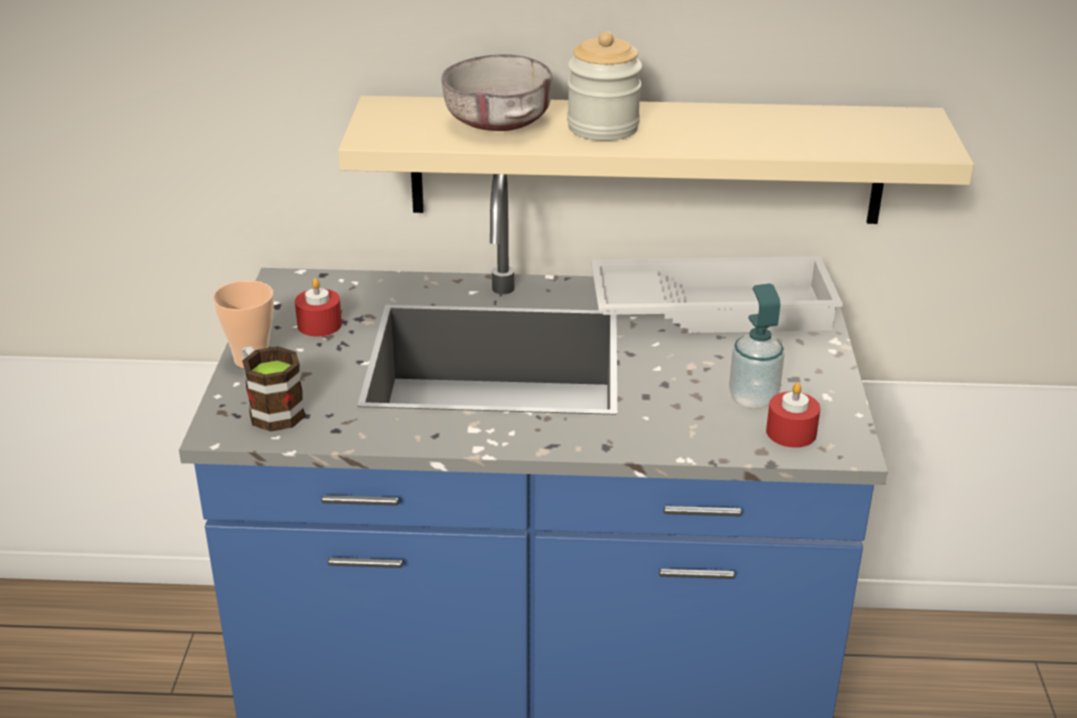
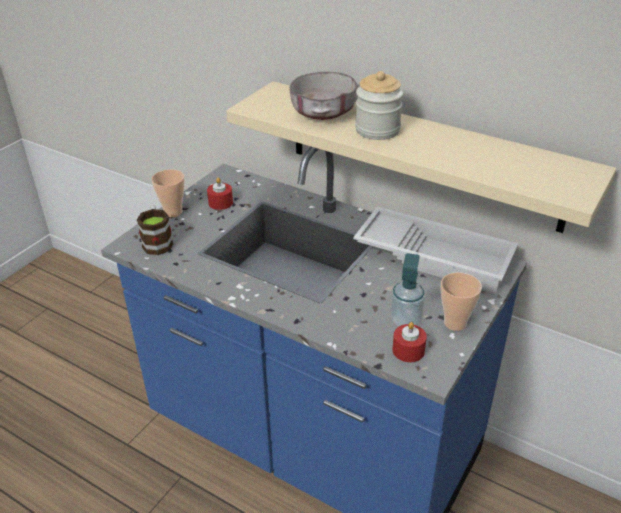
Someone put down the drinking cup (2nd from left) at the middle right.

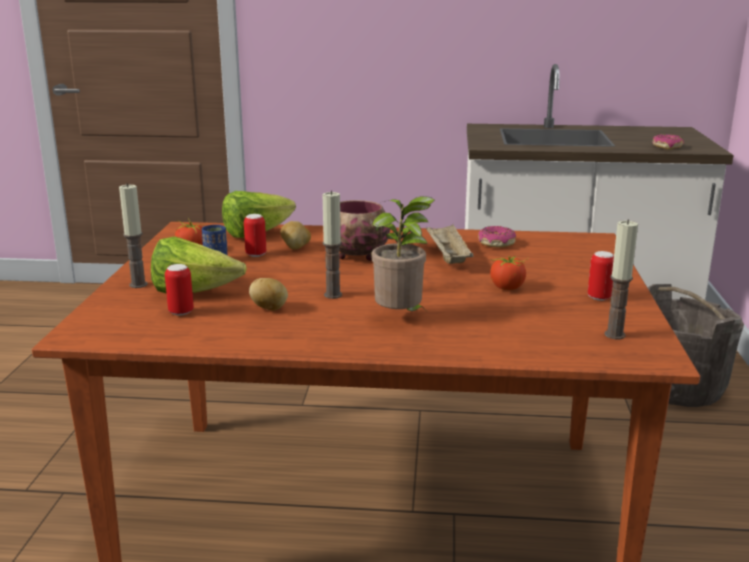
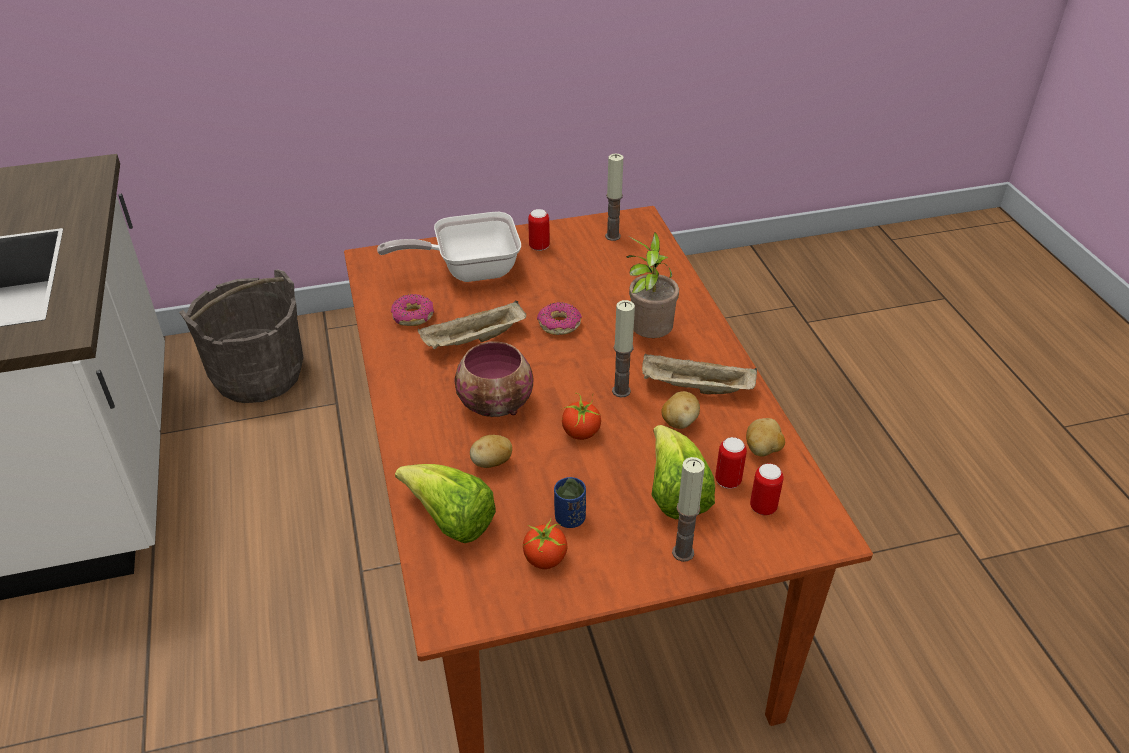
Someone carried the ring doughnut (2nd from left) from the top right to the centre.
Someone carried the sealed can (2nd from left in the first image) from the centre to the middle right.
Someone carried the fresh tomato (2nd from left) from the middle right to the centre.
Someone put down the skillet at the top centre.
Someone put down the sand-coloured serving tray (2nd from left) at the centre.
Someone put down the potato (3rd from left) at the middle right.

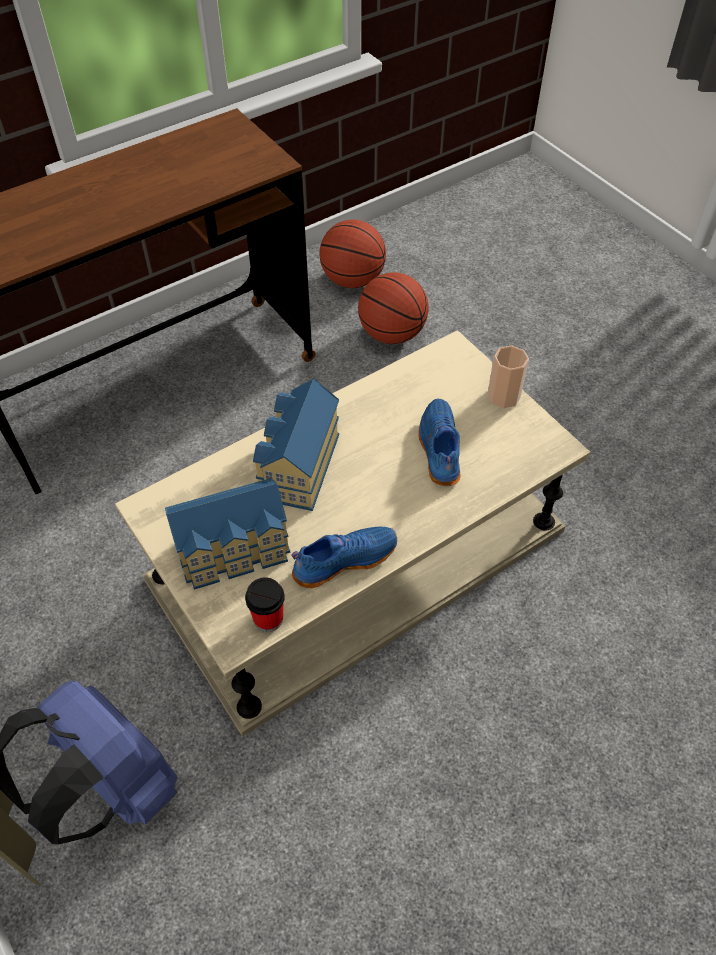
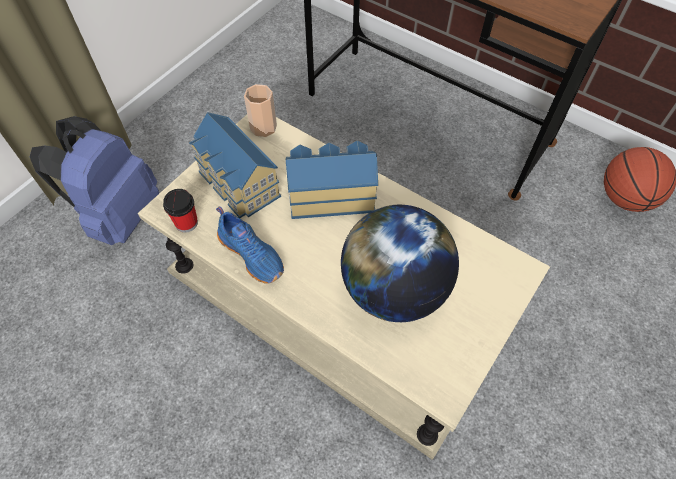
Someone took away the ball for basketball (2nd from left) at the top centre.
Someone carried the drinking cup (2nd from left) from the middle right to the top centre.
Someone swapped the bluish shoe (2nd from left) at the centre for the globe at the centre.

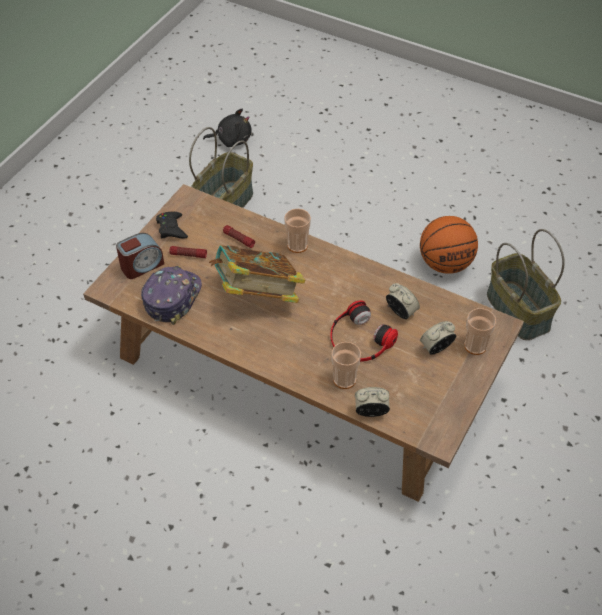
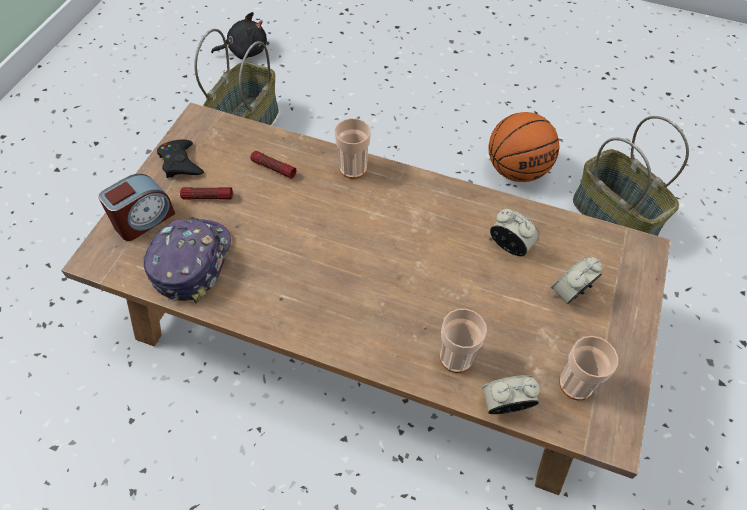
Someone took away the book at the centre.
Someone took away the headphones at the centre.
Someone carried the drinking cup (3rd from left) from the middle right to the bottom right.

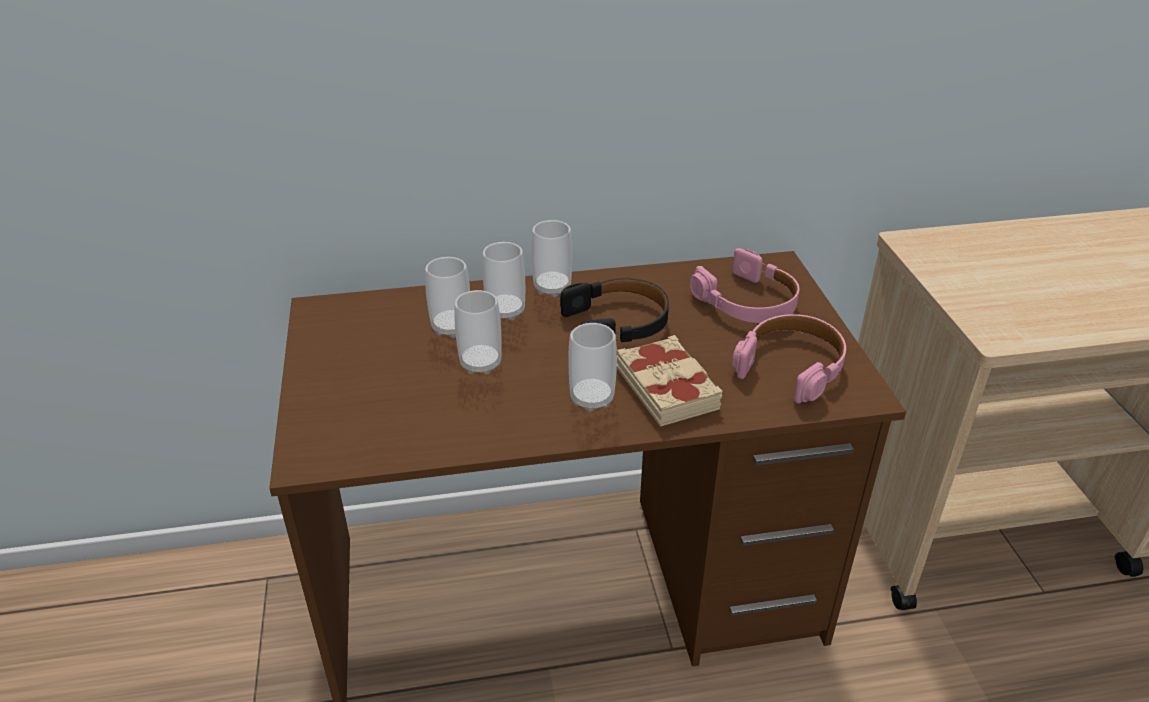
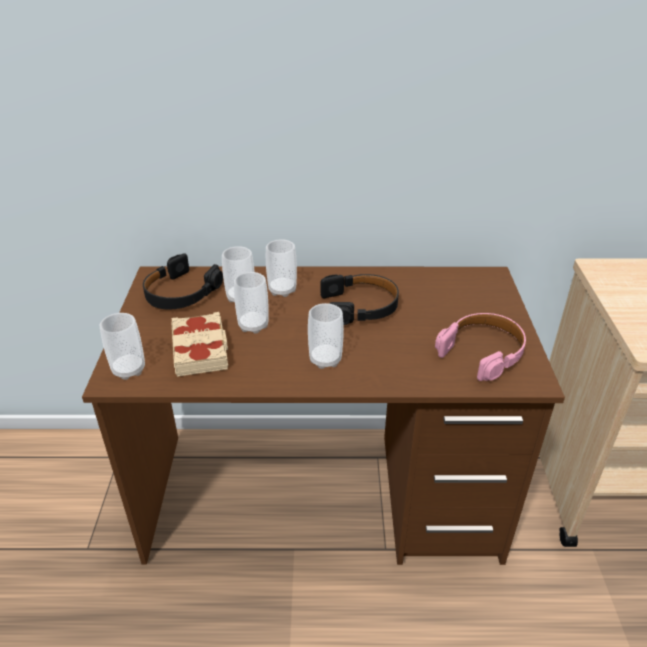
Someone carried the drinking cup (4th from left in the first image) from the centre to the middle left.
Someone took away the pinkish headphones (1st from left) at the centre.
Someone carried the sand-coloured book from the centre to the middle left.
Someone put down the black-coloured headphones (1st from left) at the middle left.

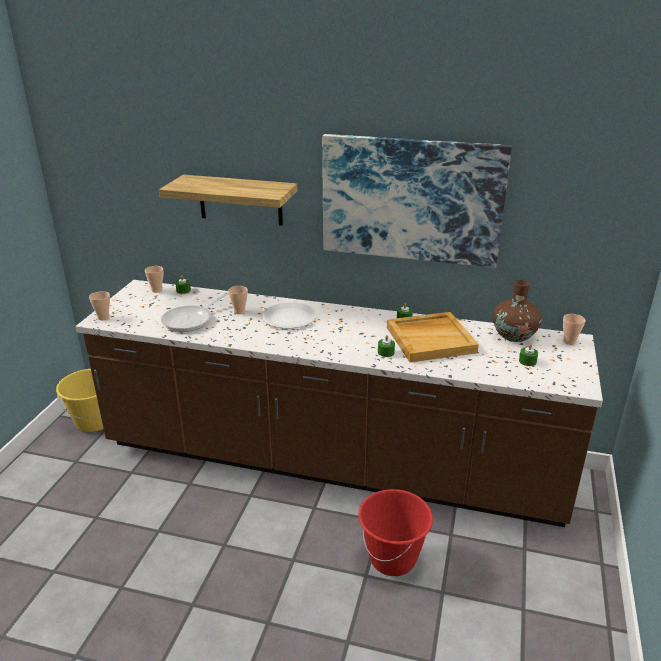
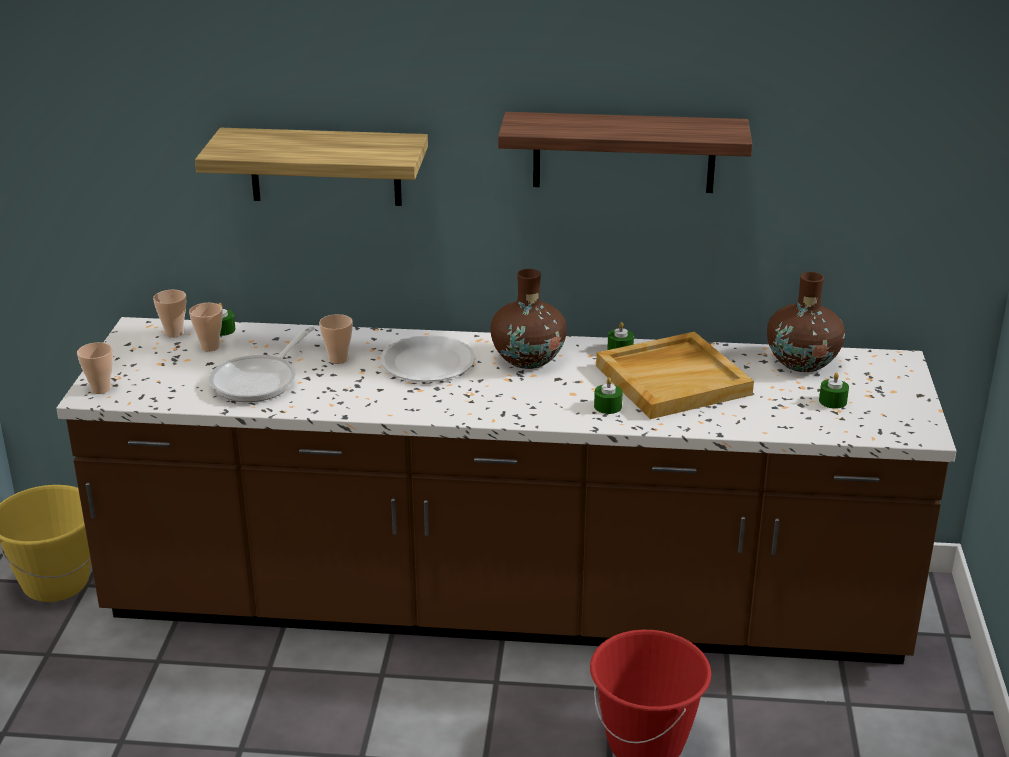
Someone swapped the wall art at the top centre for the shelf (2nd from left) at the top centre.
Someone carried the drinking cup (4th from left in the first image) from the middle right to the middle left.
Someone put down the brown decorative vase (1st from left) at the centre.

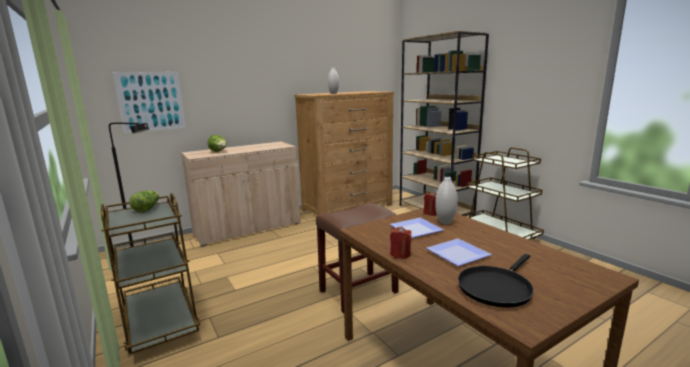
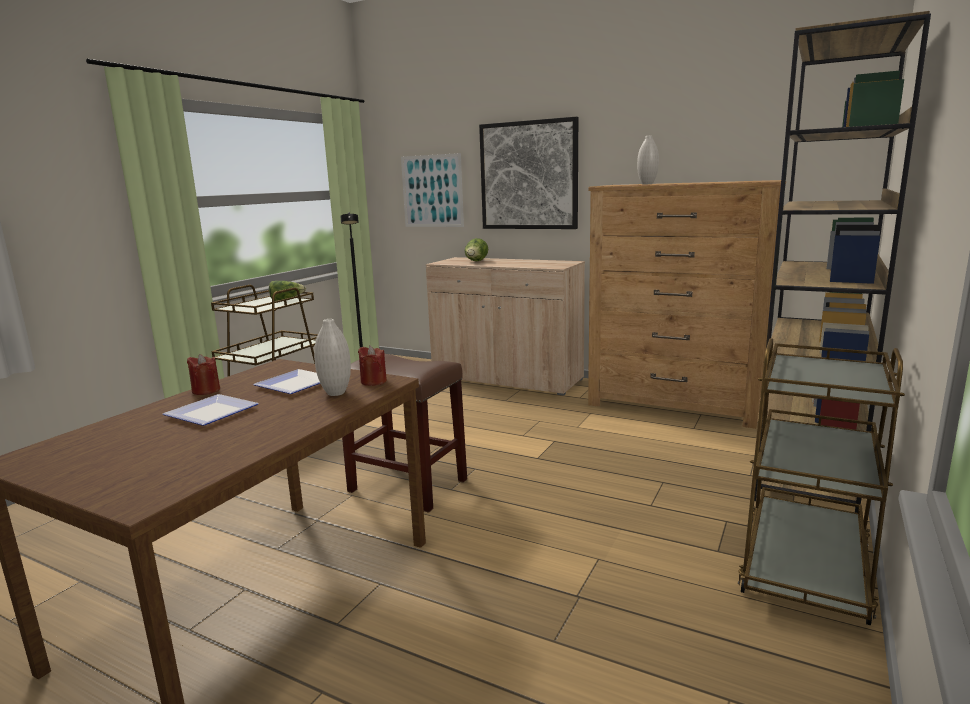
Someone took away the black-coloured skillet at the bottom right.
Someone put up the wall art (2nd from left) at the top centre.

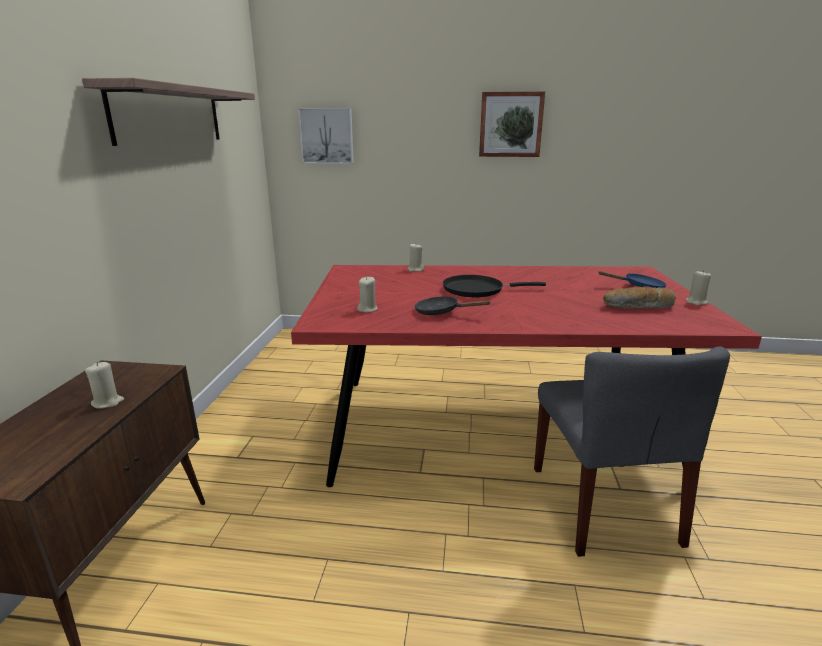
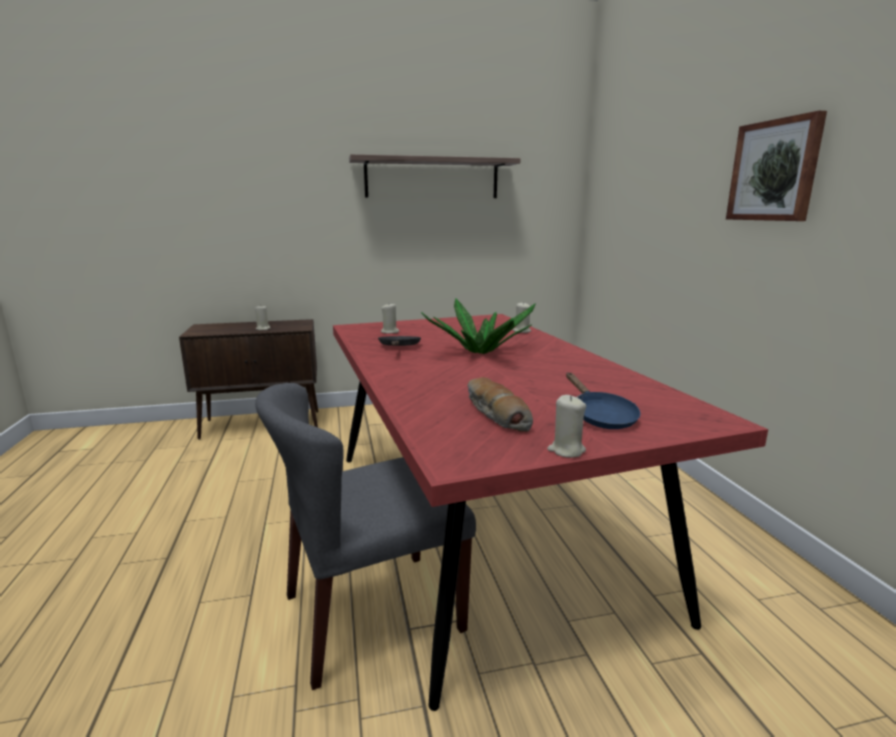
Someone took away the wall art (1st from left) at the top centre.
Someone swapped the black-coloured skillet (2nd from left) at the centre for the potted plant at the centre.

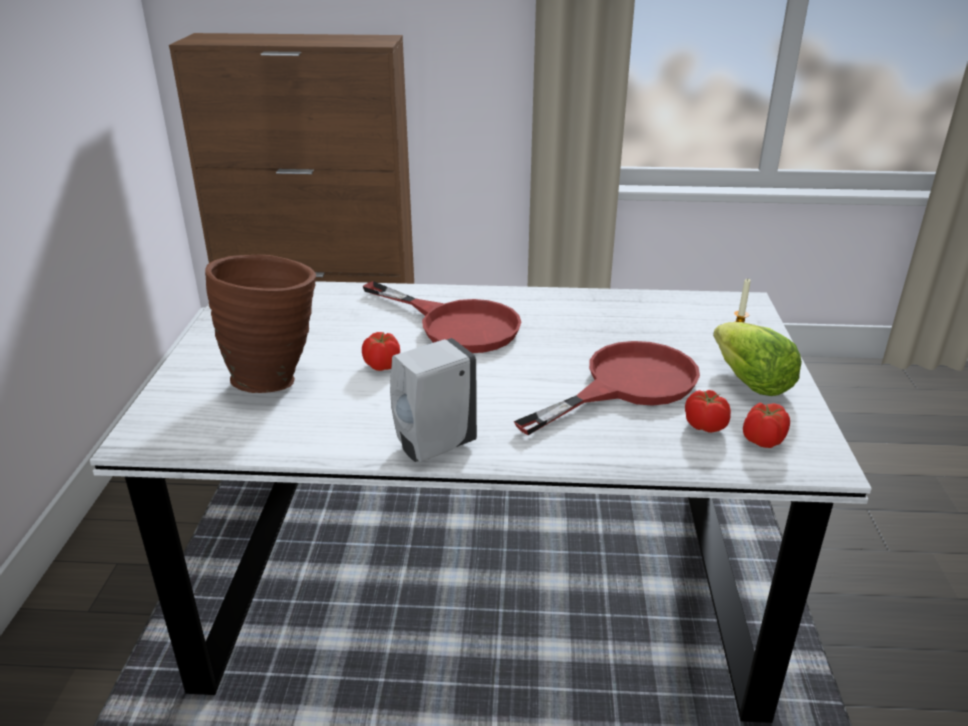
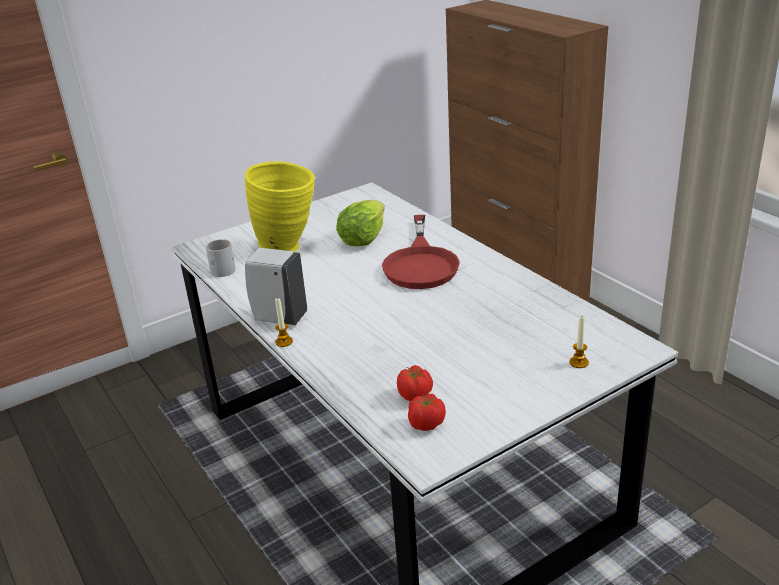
Someone repainted the brown decorative vase at the middle left, which became the yellow-coloured decorative vase at the centre.
Someone carried the lettuce from the middle right to the centre.
Someone took away the fresh tomato (1st from left) at the centre.
Someone took away the red-coloured skillet (2nd from left) at the centre.
Someone put down the white-coloured mug at the middle left.
Someone put down the wax light (1st from left) at the centre.

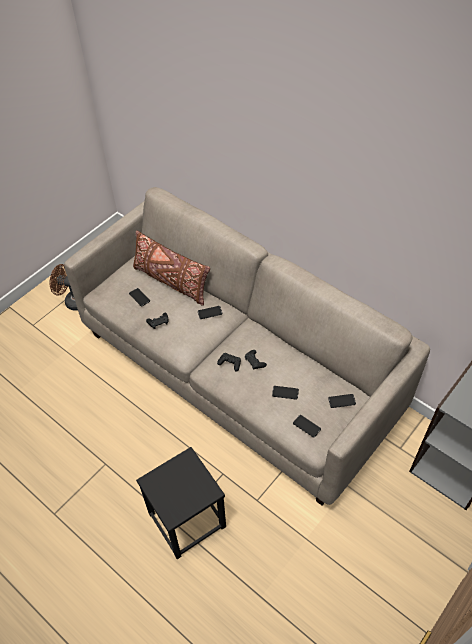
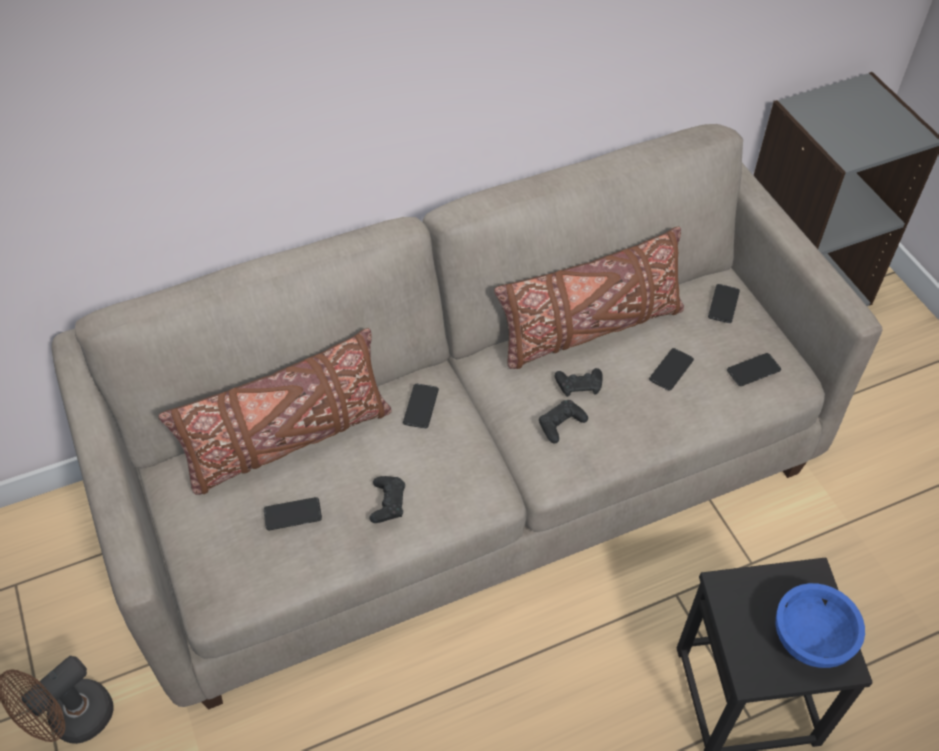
Someone put down the brown pillow (2nd from left) at the centre.
Someone put down the bluish bowl at the bottom right.

